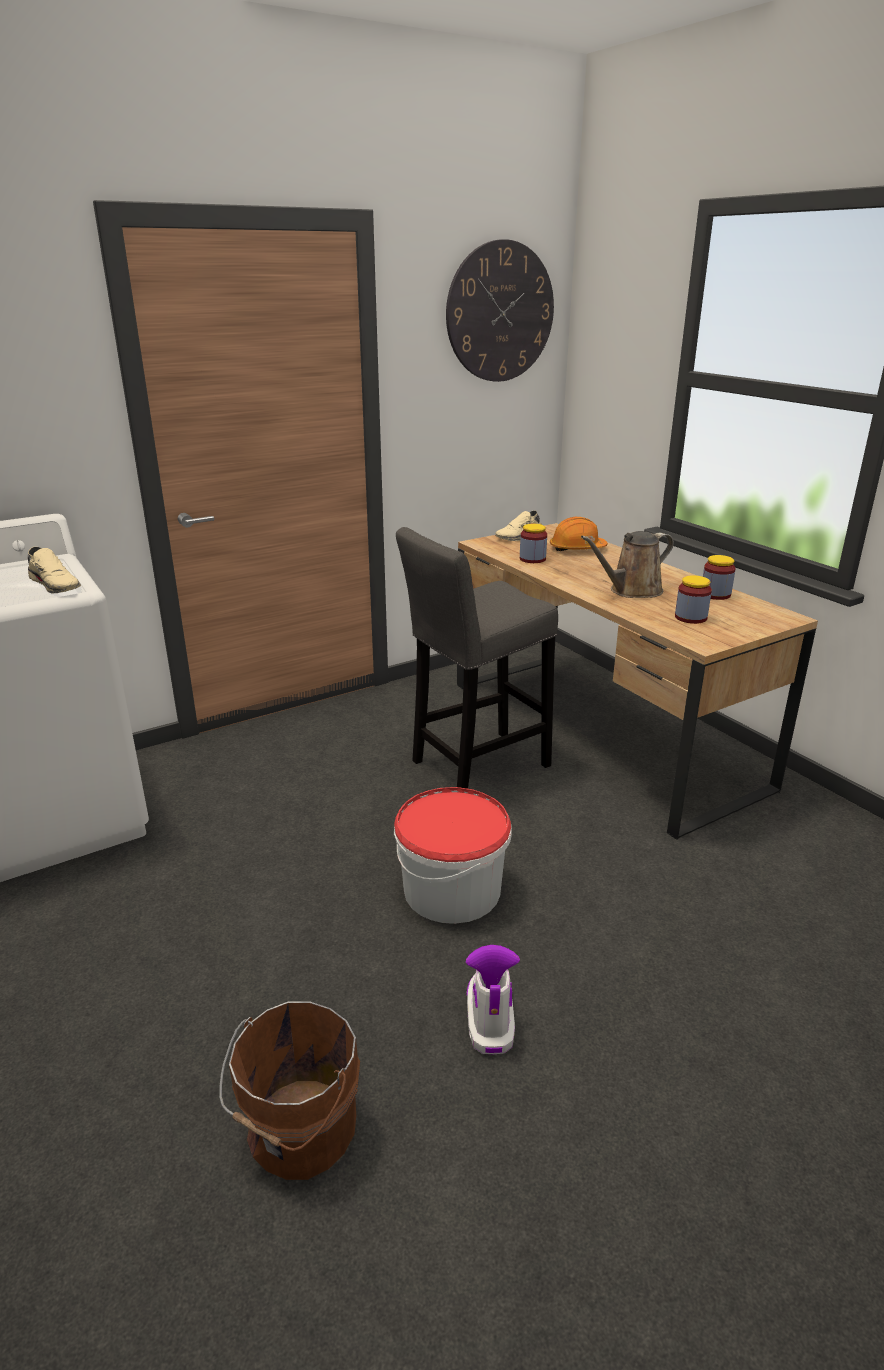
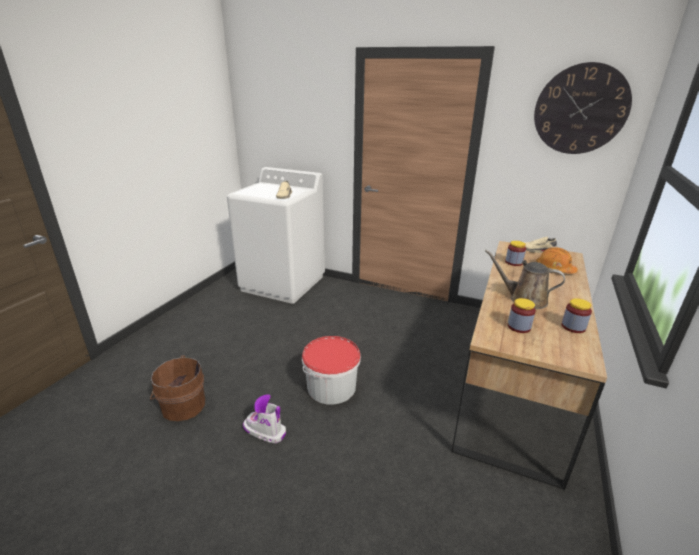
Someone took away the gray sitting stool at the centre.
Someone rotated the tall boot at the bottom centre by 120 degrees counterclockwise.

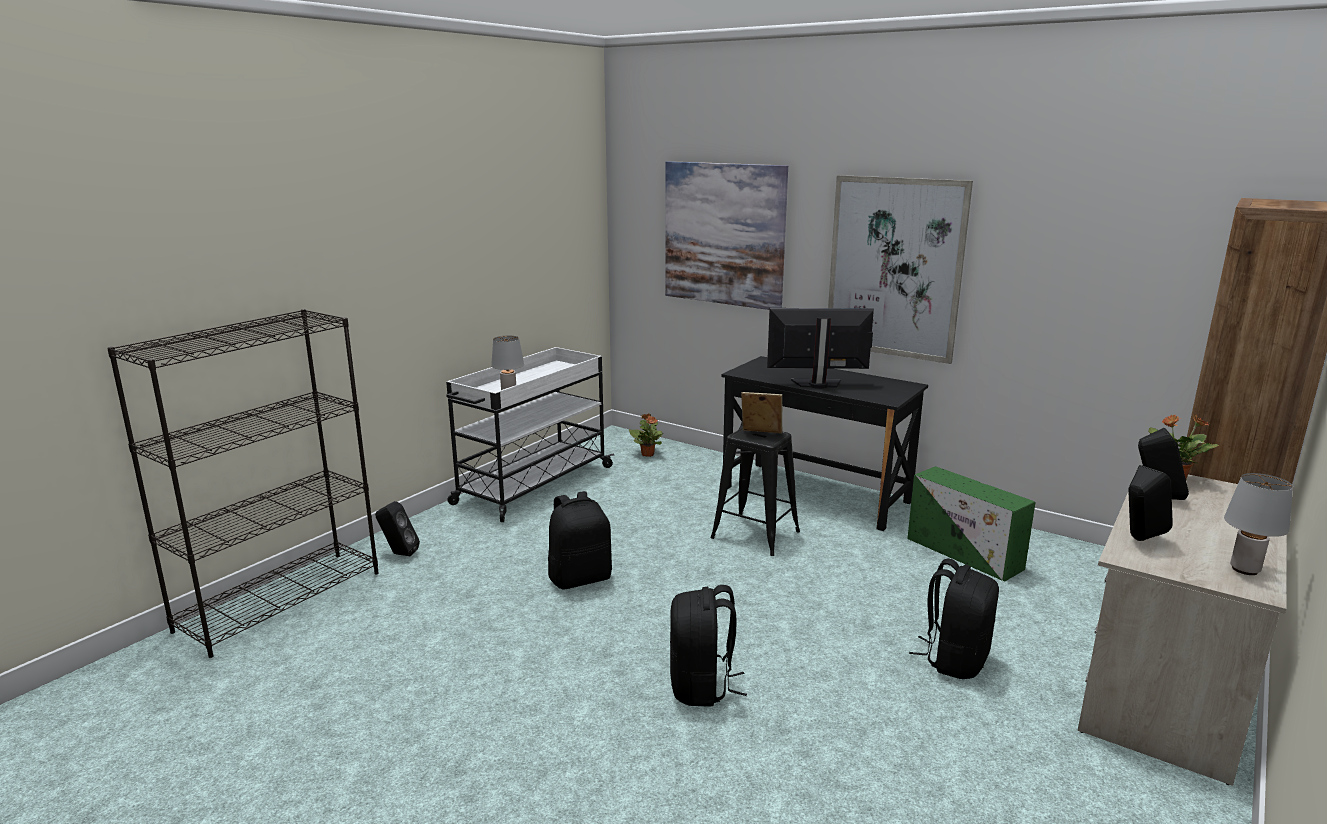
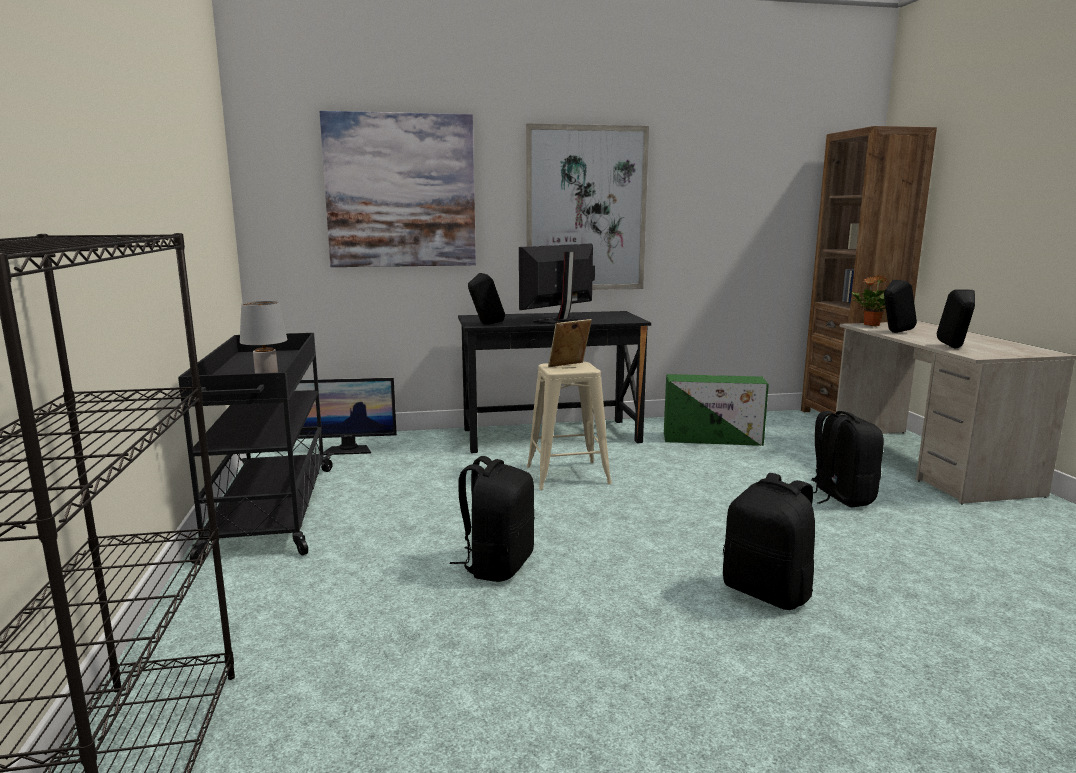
Someone repainted the white-coloured trolley at the centre, which became the black-coloured trolley at the middle left.
Someone swapped the potted plant (1st from left) at the centre for the computer screen (1st from left) at the middle left.
Someone repainted the black-coloured sitting stool at the centre, which became the sand-coloured sitting stool at the centre.
Someone took away the gray lamp for a table (2nd from left) at the middle right.
Someone carried the black-coloured audio speaker (1st from left) from the middle left to the centre.

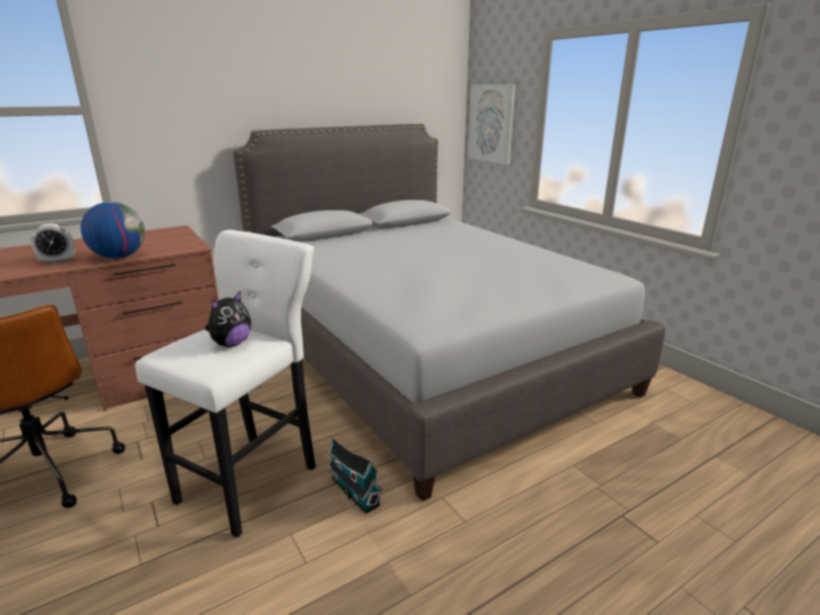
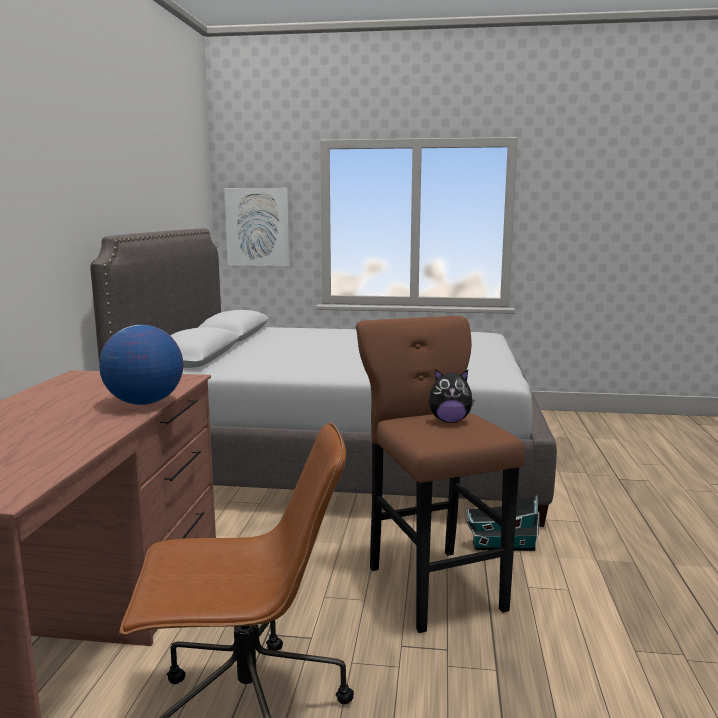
Someone took away the alarm clock at the middle left.
Someone repainted the white-coloured sitting stool at the middle left, which became the brown sitting stool at the centre.
Someone rotated the cuddly toy at the middle left by 105 degrees clockwise.

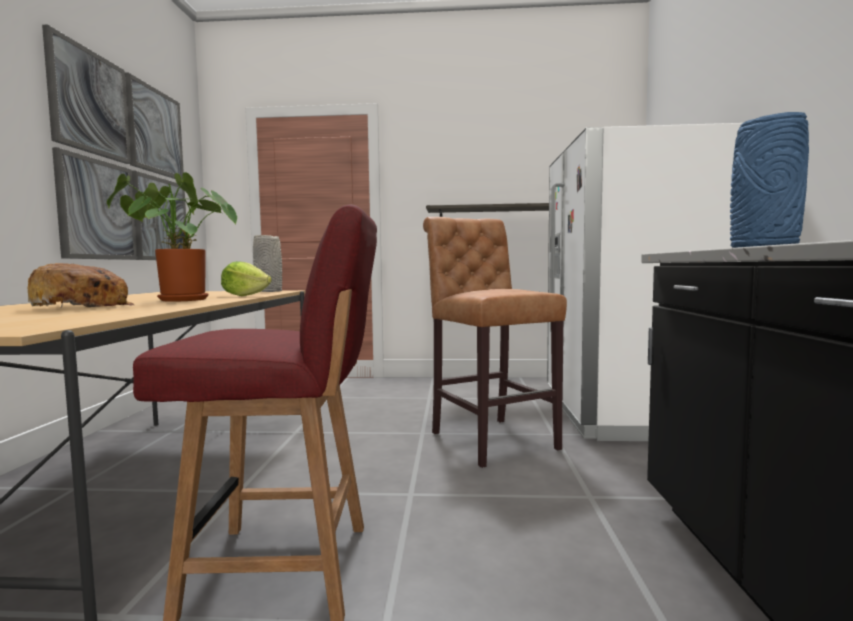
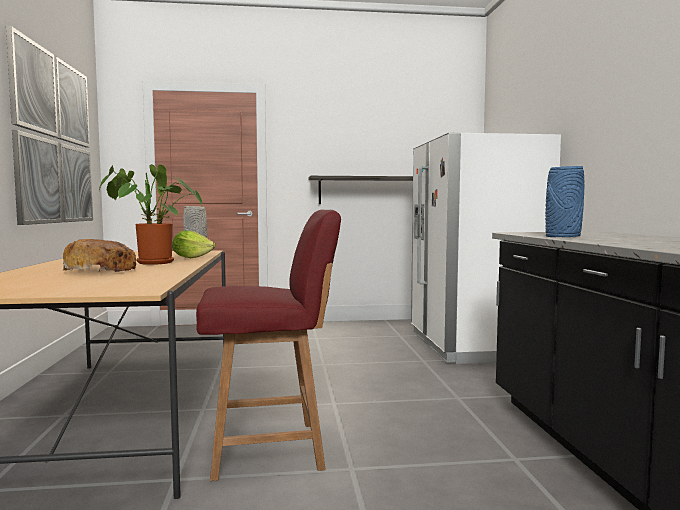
Someone took away the brown sitting stool at the centre.

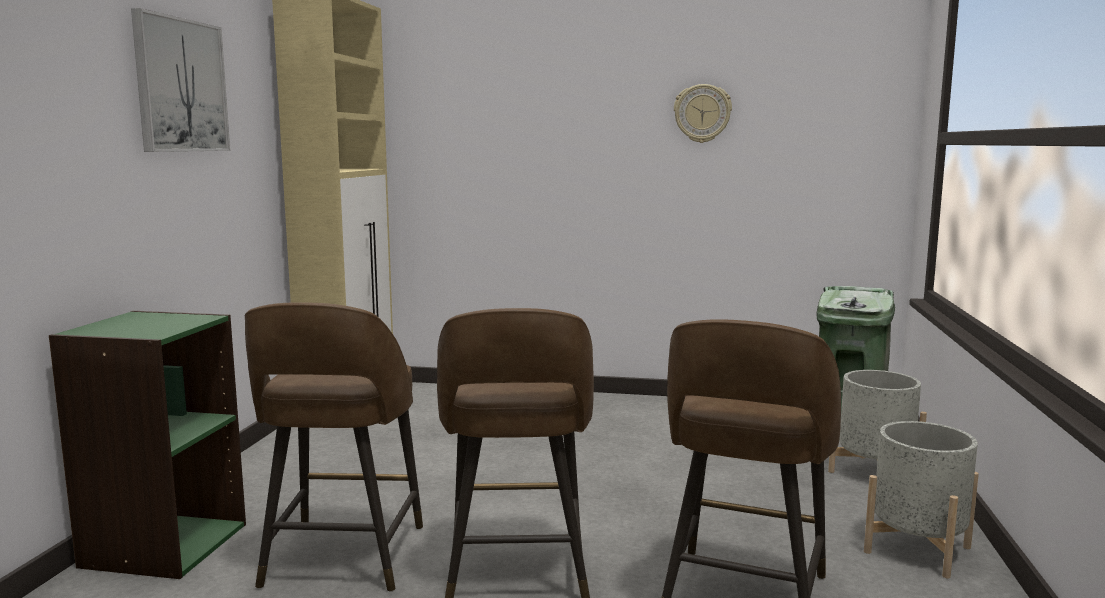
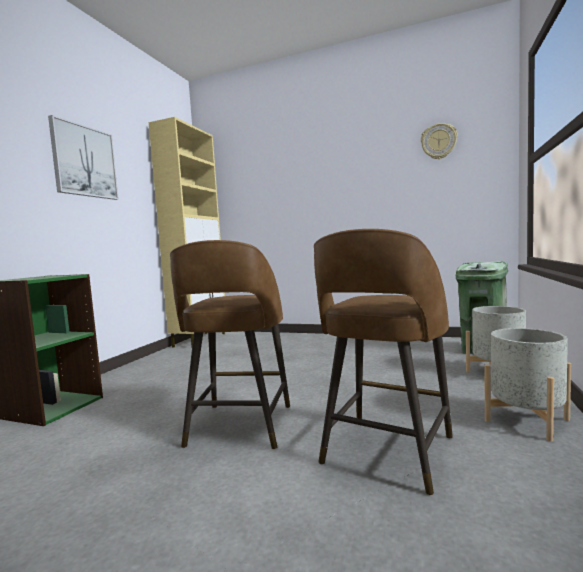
Someone carried the clock on the wall from the top centre to the top right.
Someone took away the brown sitting stool (1st from left) at the bottom left.

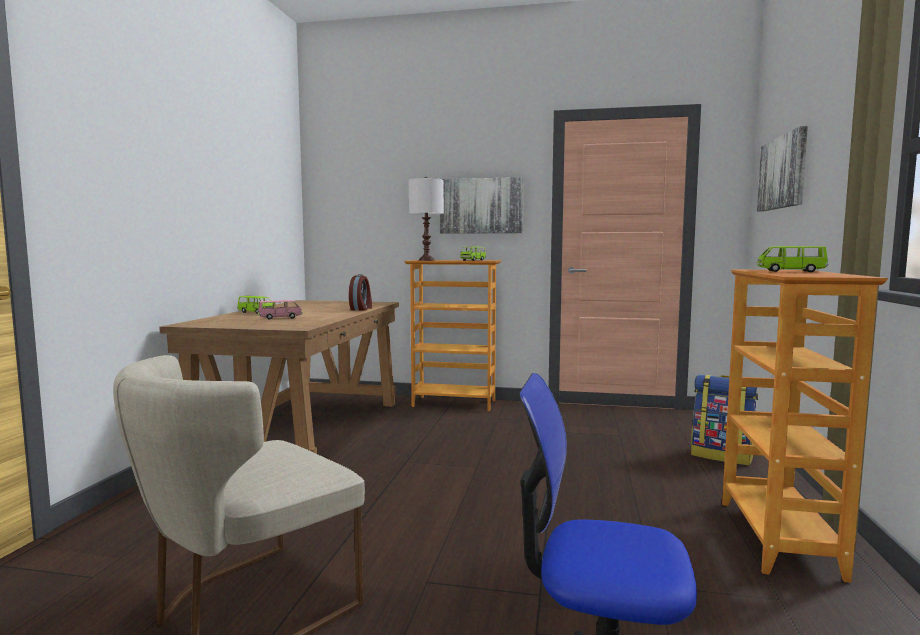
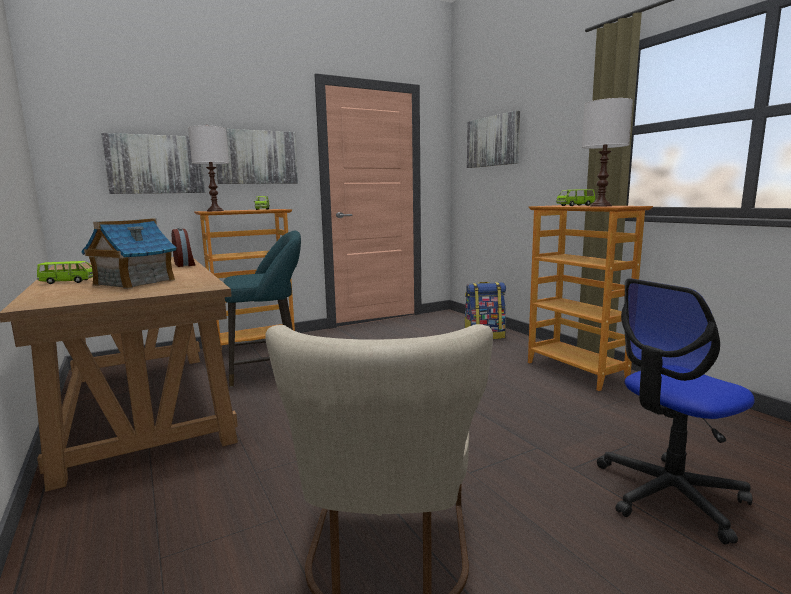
Someone swapped the pinkish model car at the middle left for the miniature house at the middle left.
Someone put down the white-coloured lamp for a table (2nd from left) at the top right.
Someone put up the wall art (1st from left) at the top left.
Someone put down the turquoise-coloured sitting stool at the middle left.

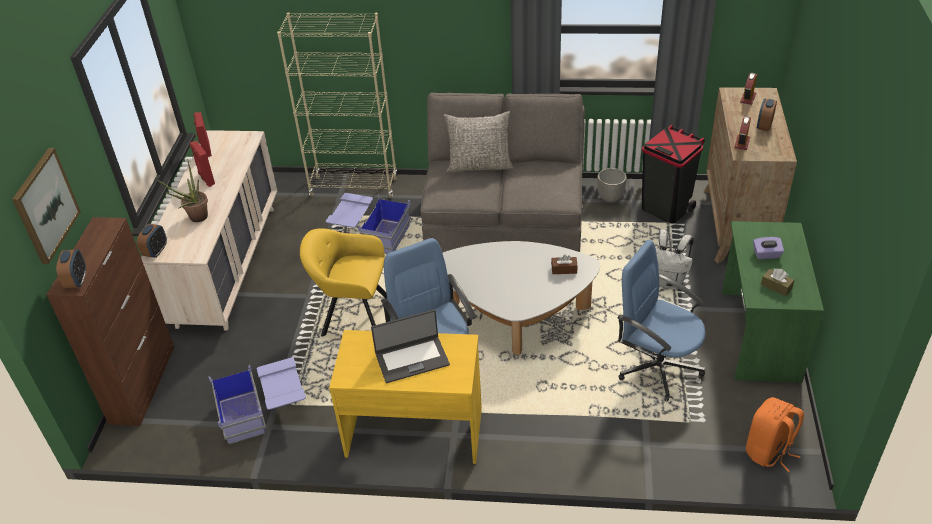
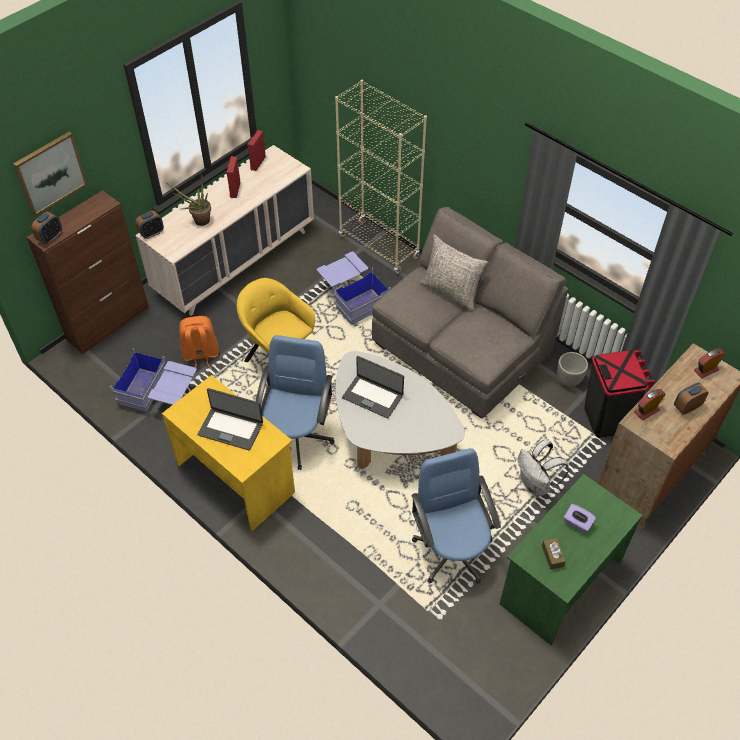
Someone took away the brown box of tissues (1st from left) at the centre.
Someone carried the orangey backpack from the bottom right to the middle left.
Someone put down the laptop (2nd from left) at the centre.

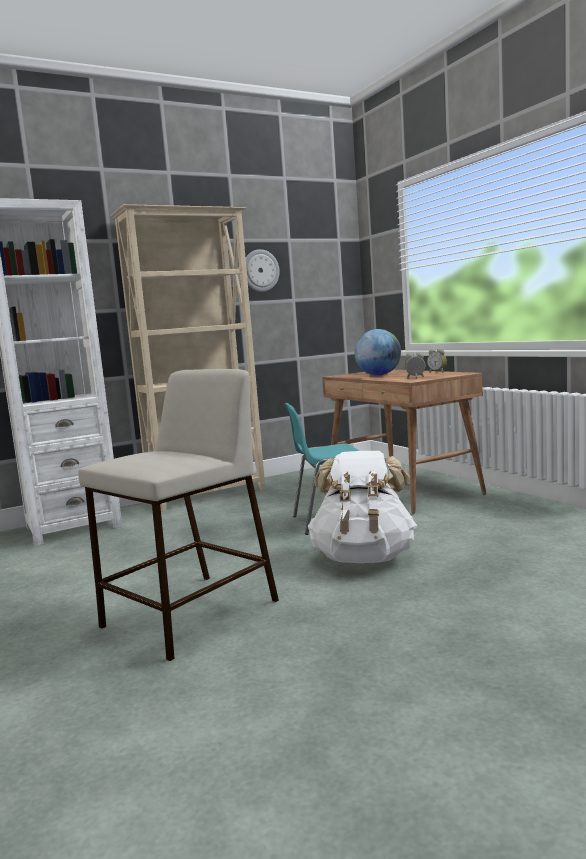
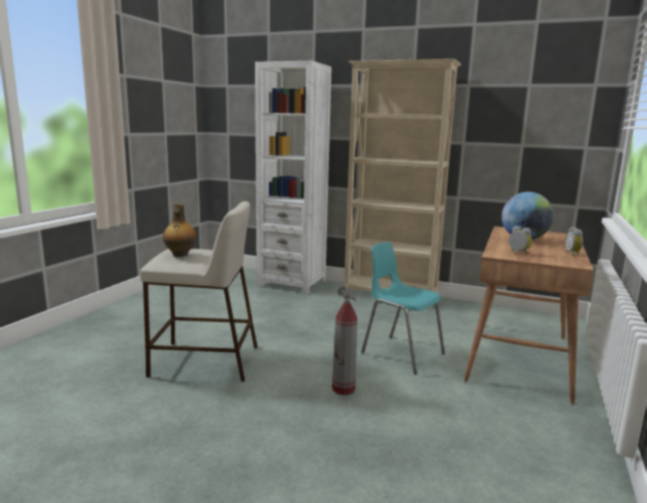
Someone took away the clock on the wall at the top centre.
Someone swapped the white-coloured backpack at the centre for the fire extinguisher at the bottom centre.
Someone put down the drink bottle at the middle left.

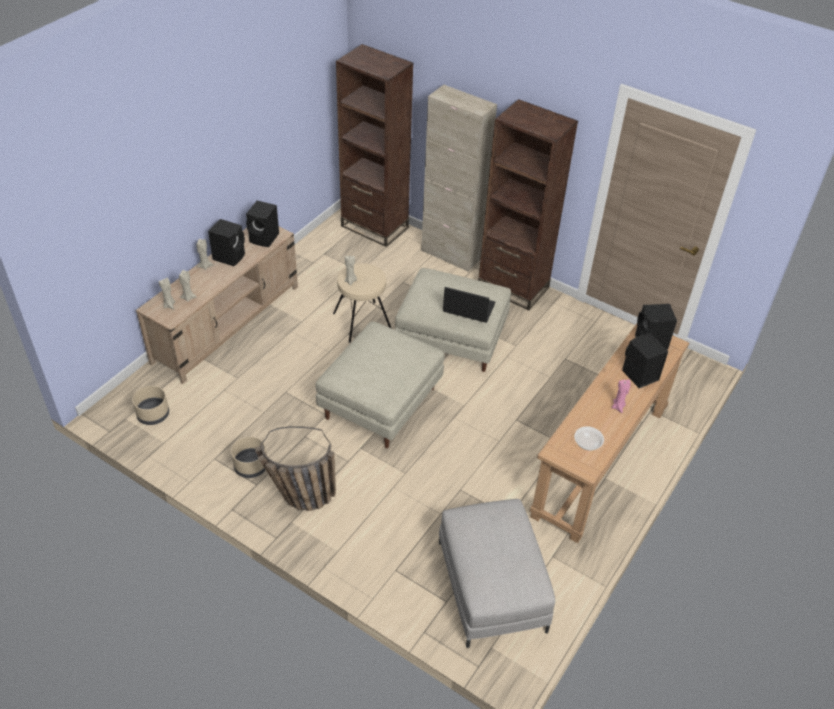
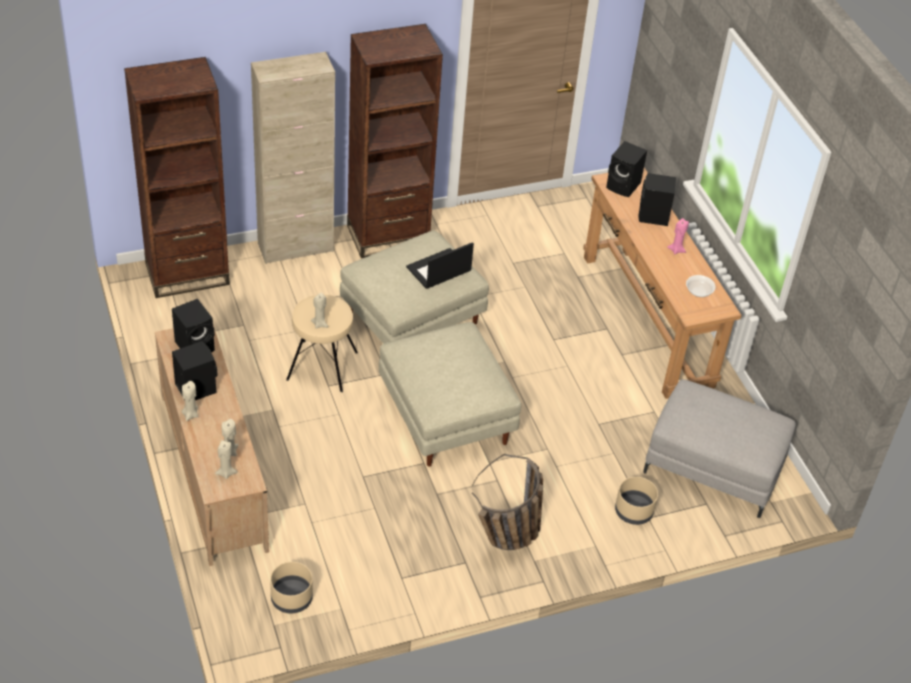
Someone carried the sand-coloured flower pot (2nd from left) from the middle left to the bottom right.

